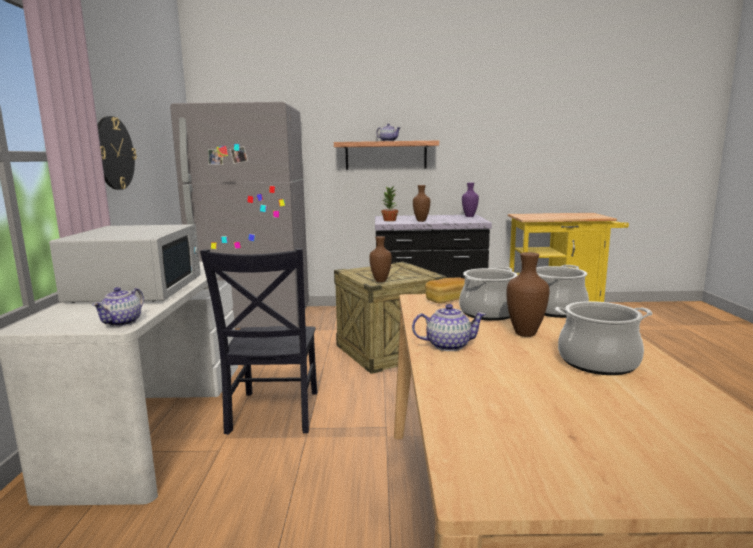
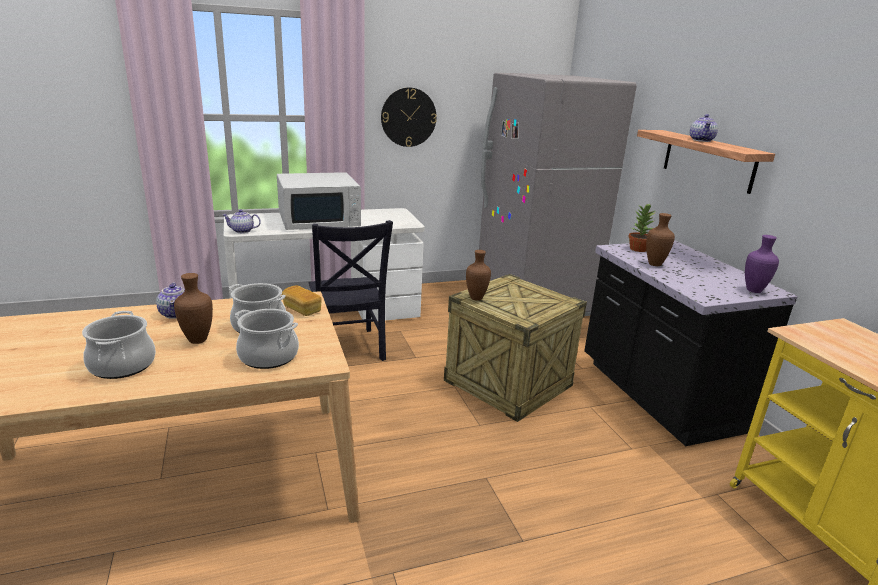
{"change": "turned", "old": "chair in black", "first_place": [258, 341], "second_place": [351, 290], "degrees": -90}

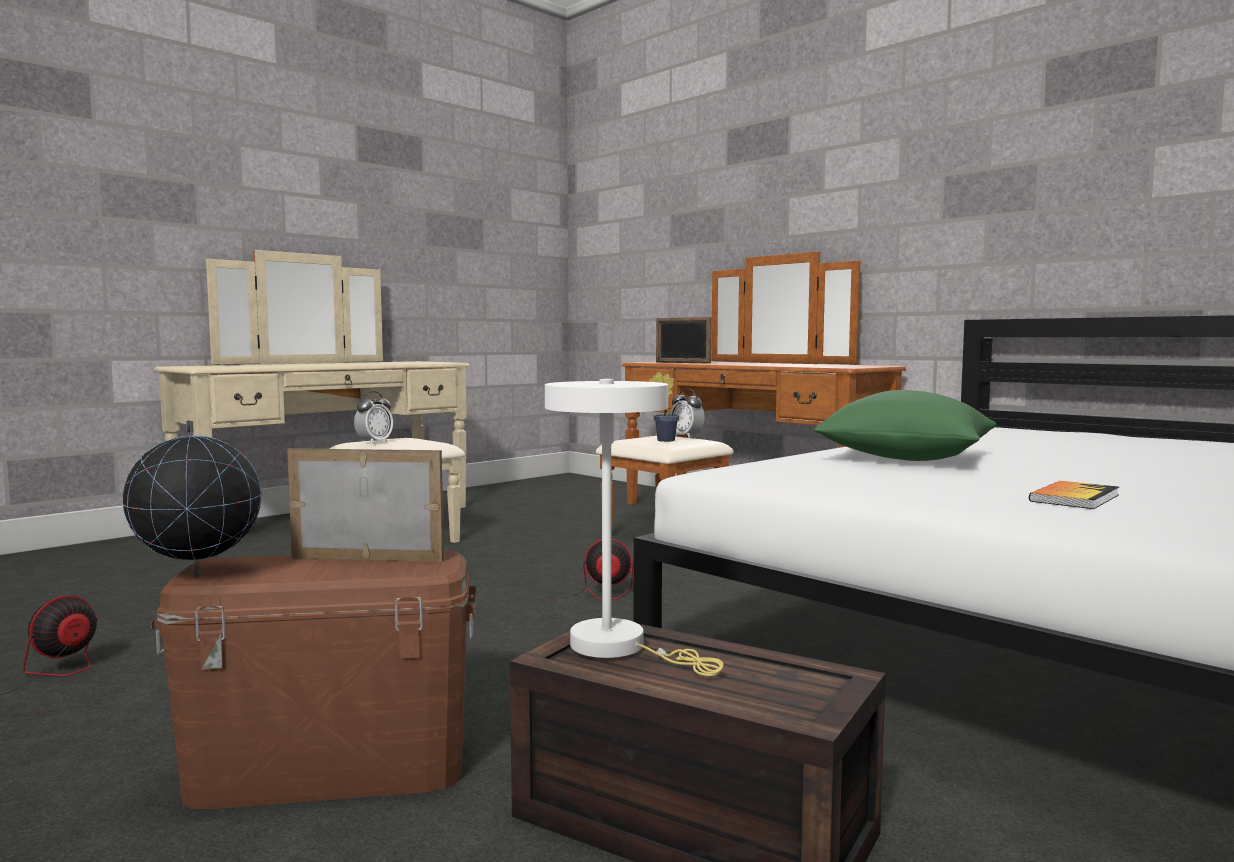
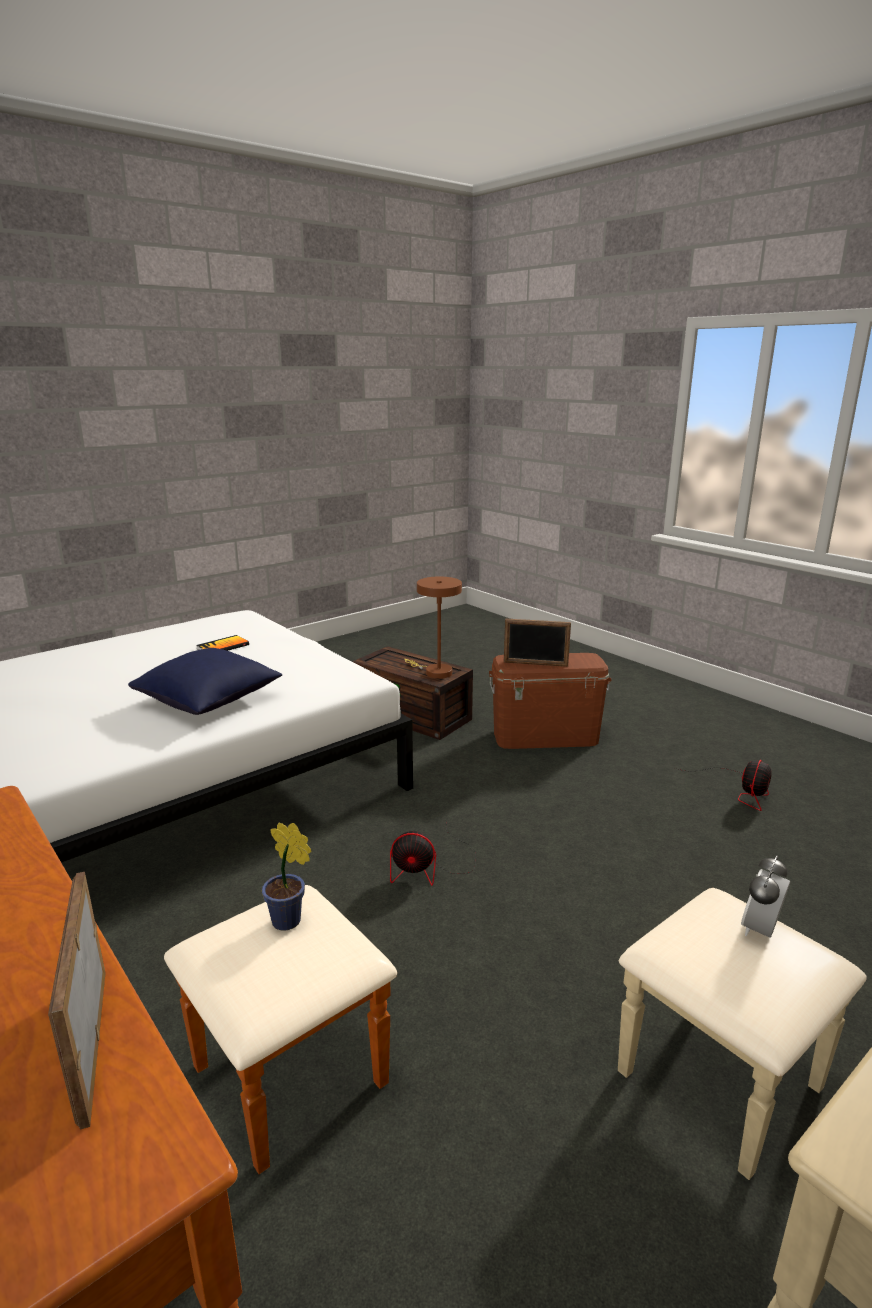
{"change": "removed", "old": "globe", "first_place": [192, 499]}
{"change": "removed", "old": "alarm clock", "first_place": [687, 413]}
{"change": "recoloured", "old": "table lamp in white", "new": "table lamp in brown", "first_place": [634, 527], "second_place": [433, 627]}
{"change": "recoloured", "old": "pillow in green", "new": "pillow in blue", "first_place": [905, 425], "second_place": [205, 681]}
{"change": "turned", "old": "picture frame", "first_place": [684, 340], "second_place": [76, 1001], "degrees": -150}

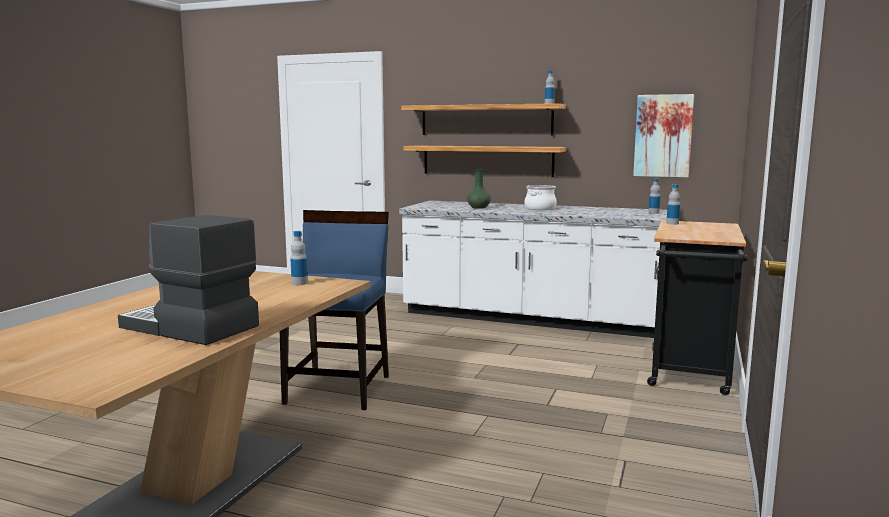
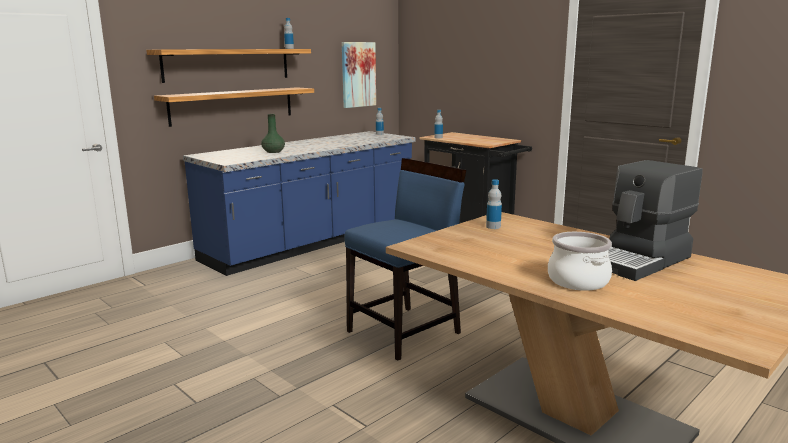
{"change": "moved", "old": "cooking pot", "first_place": [540, 197], "second_place": [580, 261]}
{"change": "recoloured", "old": "counter in white", "new": "counter in blue", "first_place": [533, 269], "second_place": [299, 203]}
{"change": "turned", "old": "chair in blue", "first_place": [334, 310], "second_place": [405, 259], "degrees": 105}

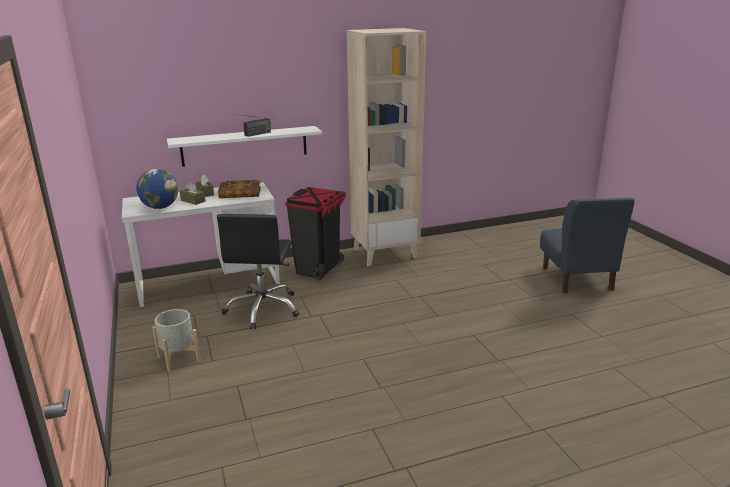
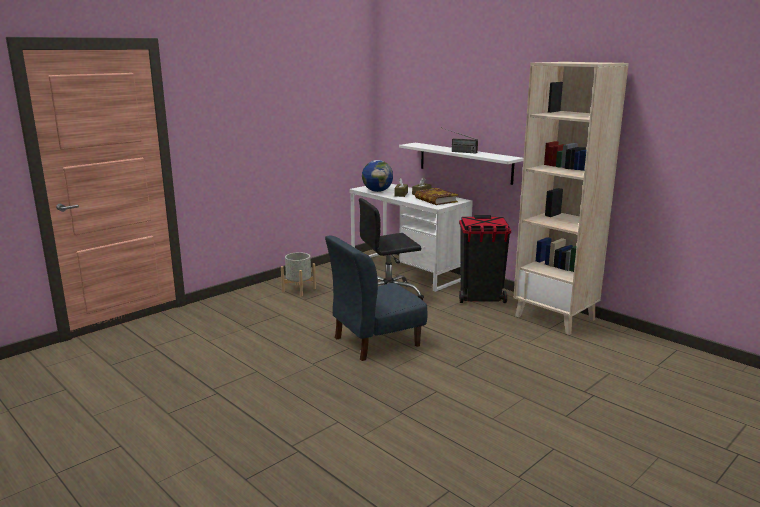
{"change": "moved", "old": "chair in blue", "first_place": [587, 245], "second_place": [376, 298]}

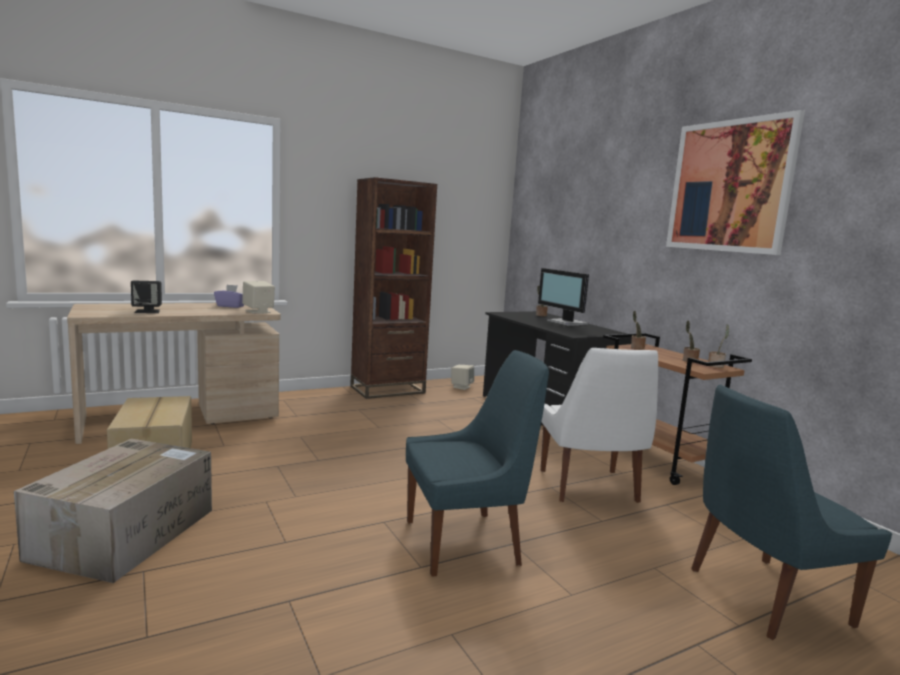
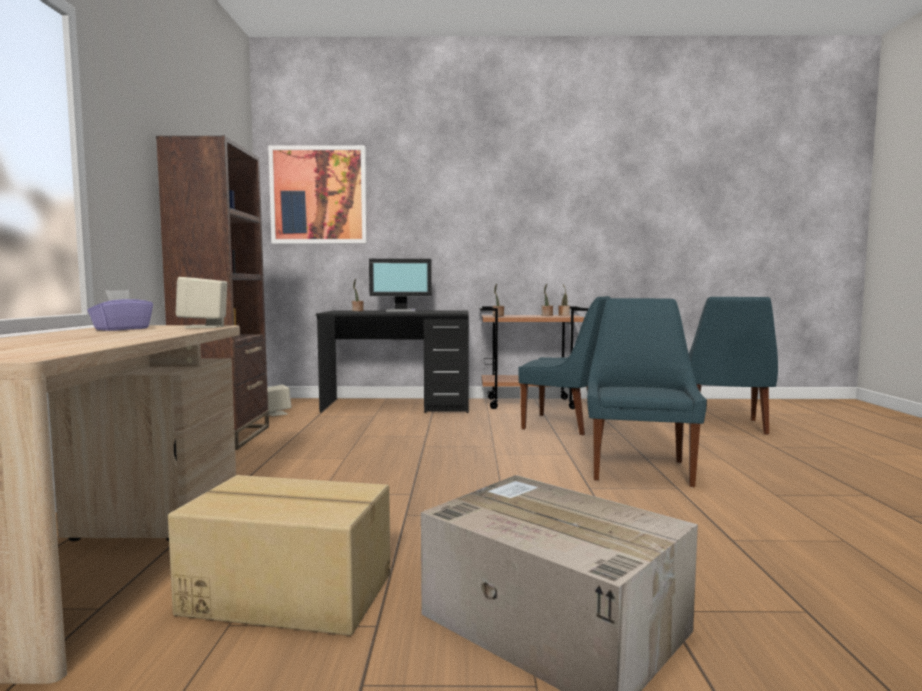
{"change": "removed", "old": "speaker in black", "first_place": [146, 297]}
{"change": "moved", "old": "picture", "first_place": [735, 182], "second_place": [317, 194]}
{"change": "recoloured", "old": "chair in white", "new": "chair in blue", "first_place": [599, 425], "second_place": [564, 366]}

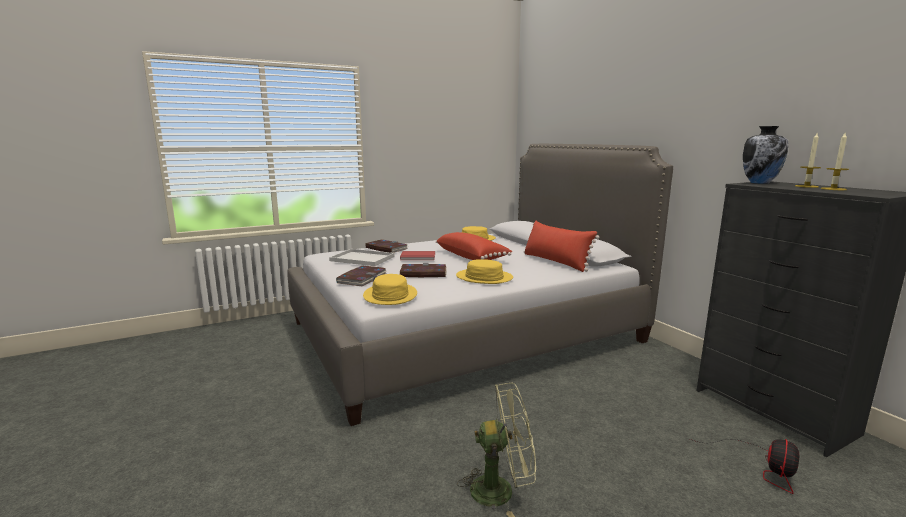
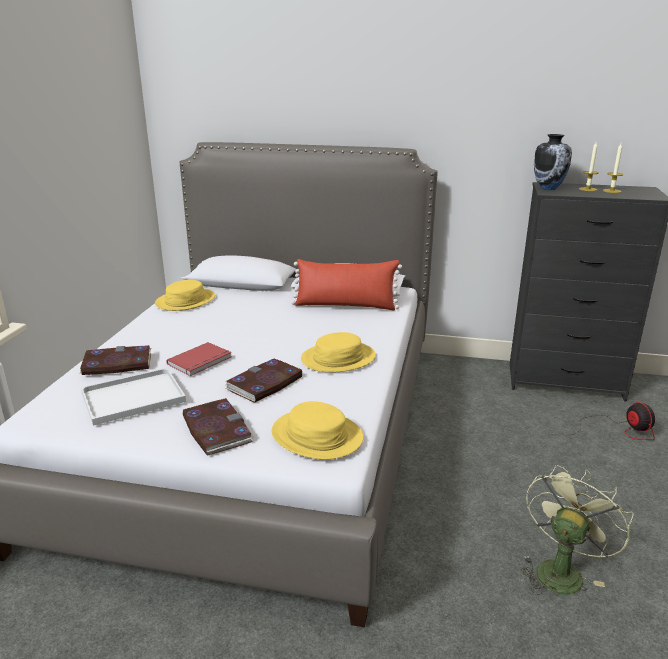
{"change": "removed", "old": "pillow in red", "first_place": [474, 246]}

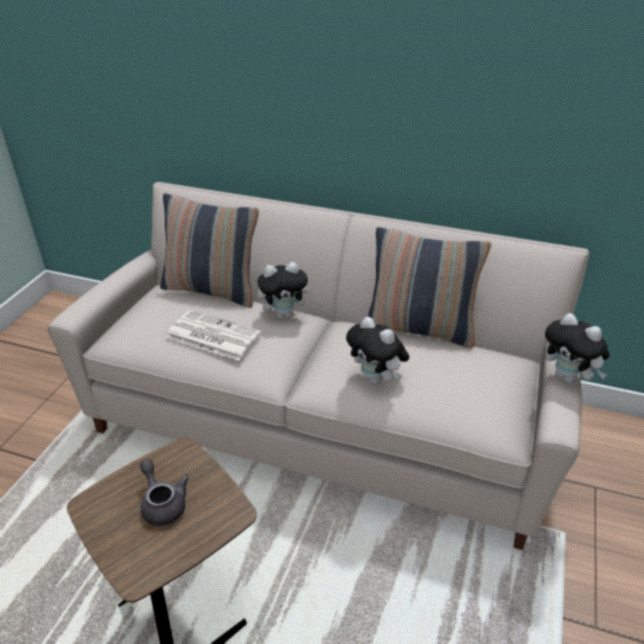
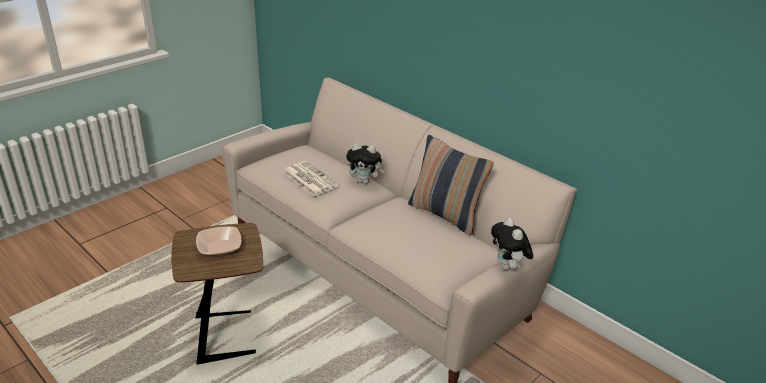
{"change": "removed", "old": "pillow", "first_place": [209, 250]}
{"change": "removed", "old": "plush toy", "first_place": [377, 351]}
{"change": "replaced", "old": "teapot in grey", "new": "bowl", "first_place": [164, 492], "second_place": [218, 241]}

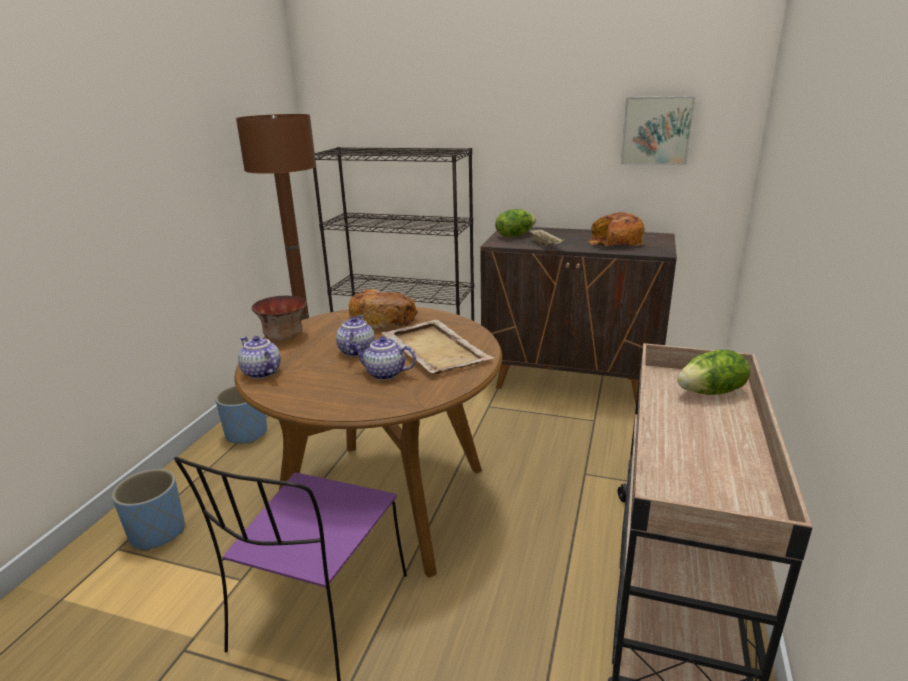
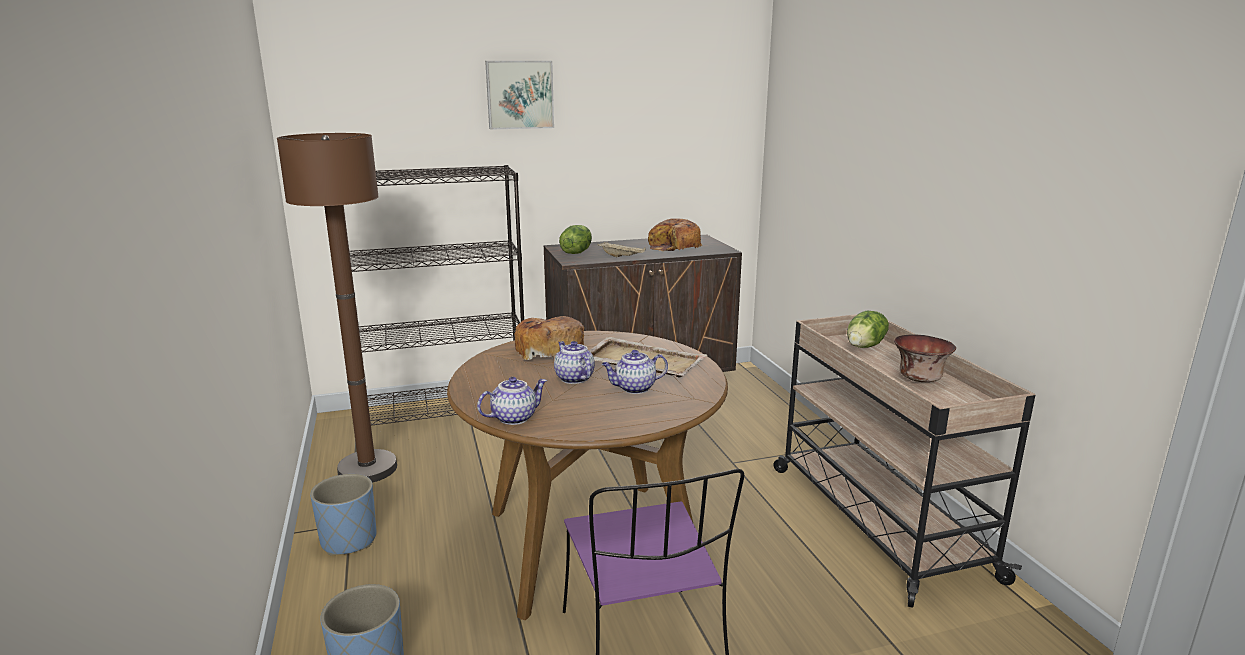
{"change": "moved", "old": "bowl", "first_place": [279, 318], "second_place": [925, 358]}
{"change": "moved", "old": "picture", "first_place": [658, 130], "second_place": [519, 95]}
{"change": "turned", "old": "teapot", "first_place": [259, 357], "second_place": [512, 401], "degrees": 135}

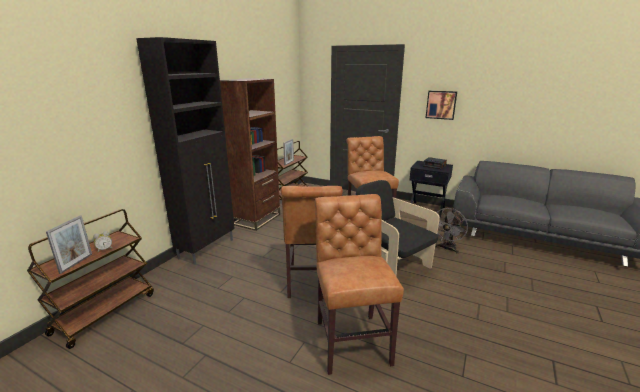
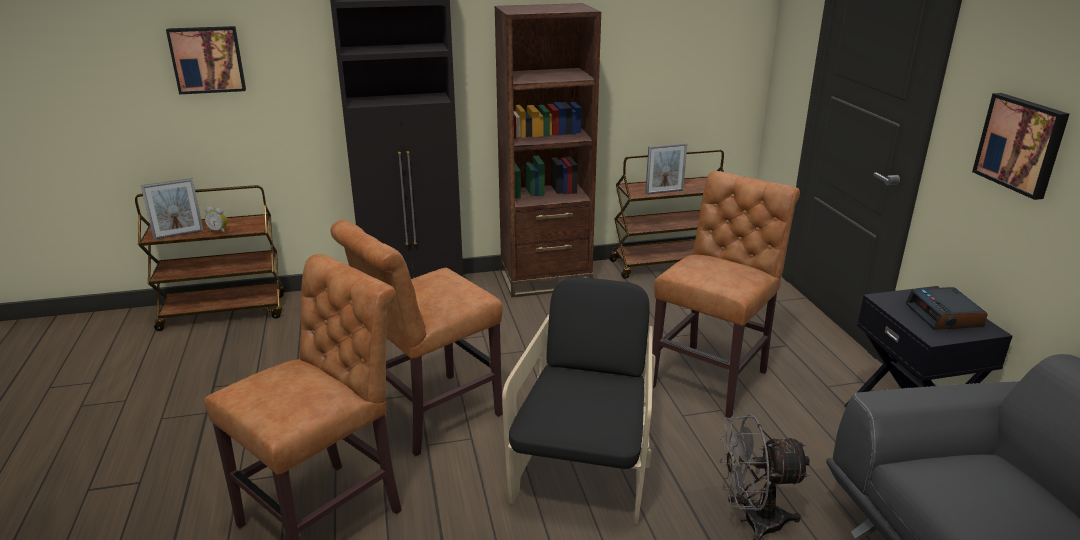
{"change": "added", "new": "picture", "second_place": [206, 60]}

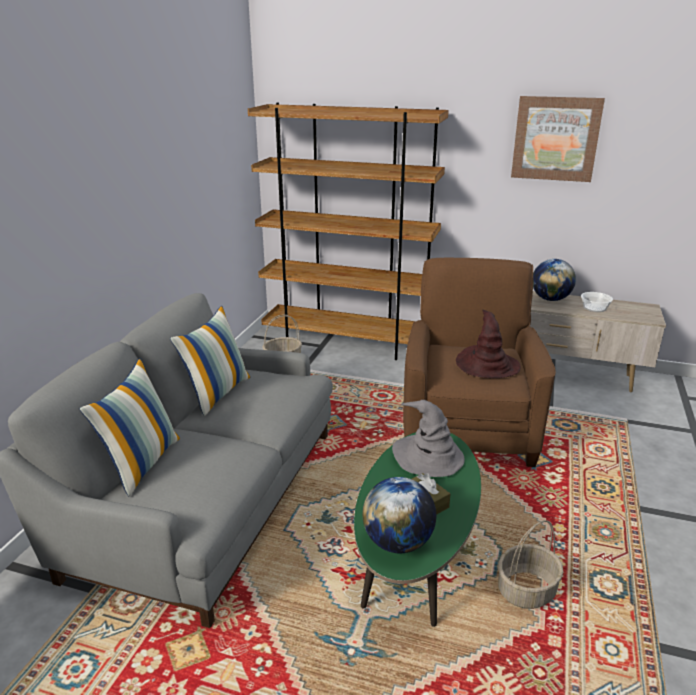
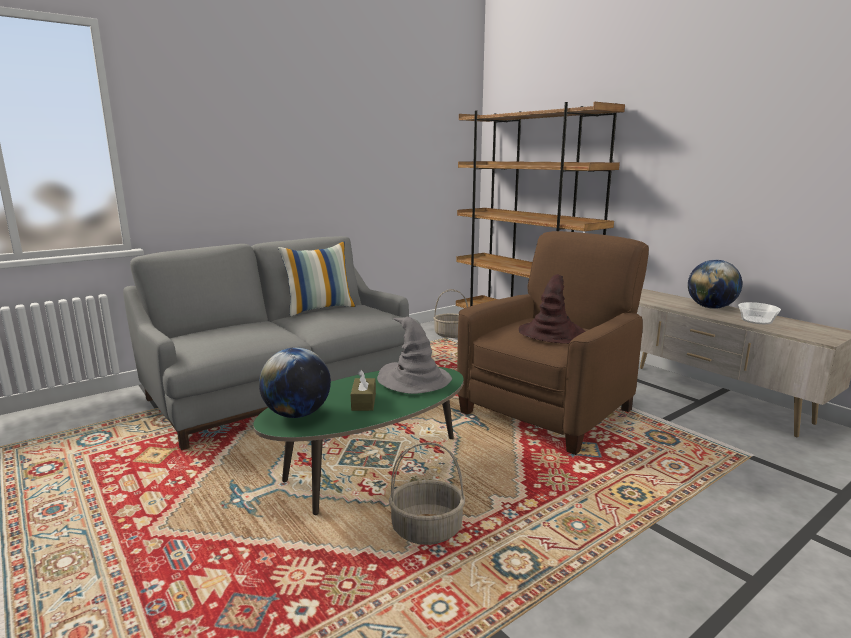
{"change": "removed", "old": "pillow", "first_place": [129, 427]}
{"change": "removed", "old": "picture", "first_place": [558, 139]}

